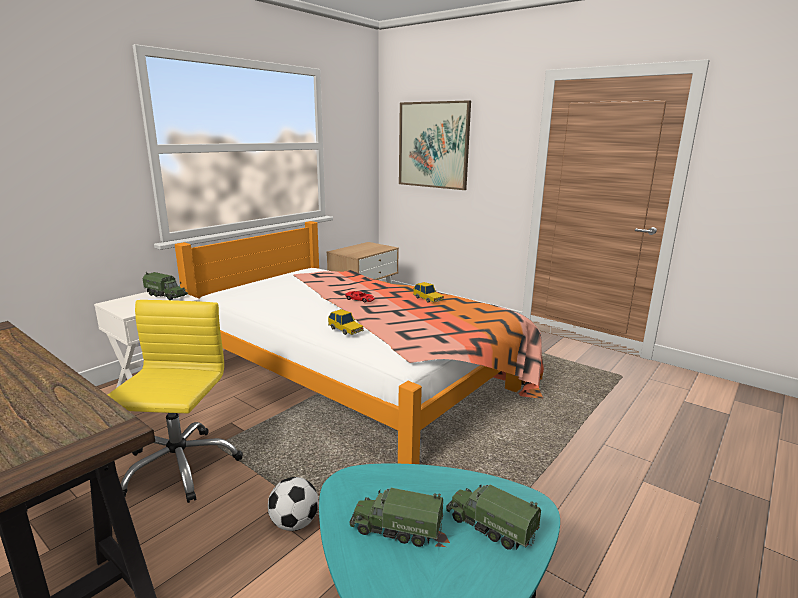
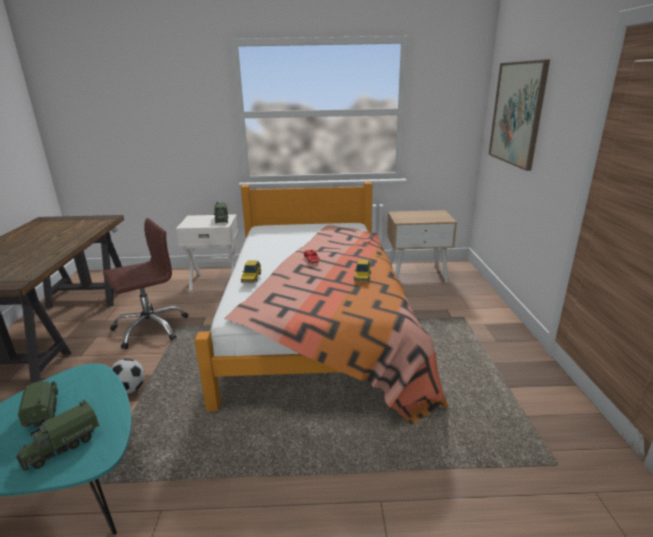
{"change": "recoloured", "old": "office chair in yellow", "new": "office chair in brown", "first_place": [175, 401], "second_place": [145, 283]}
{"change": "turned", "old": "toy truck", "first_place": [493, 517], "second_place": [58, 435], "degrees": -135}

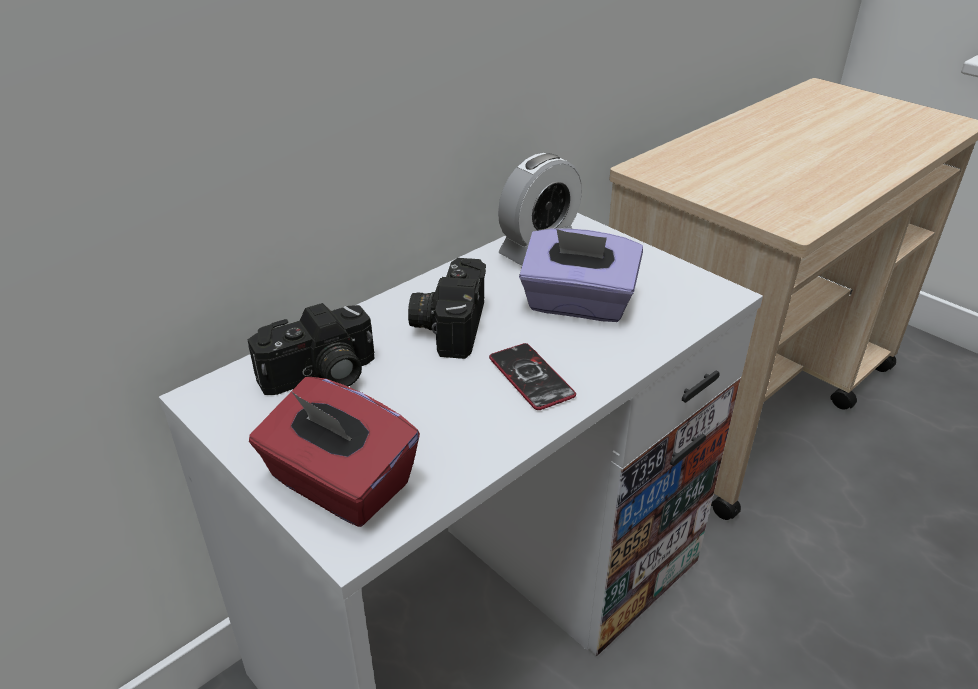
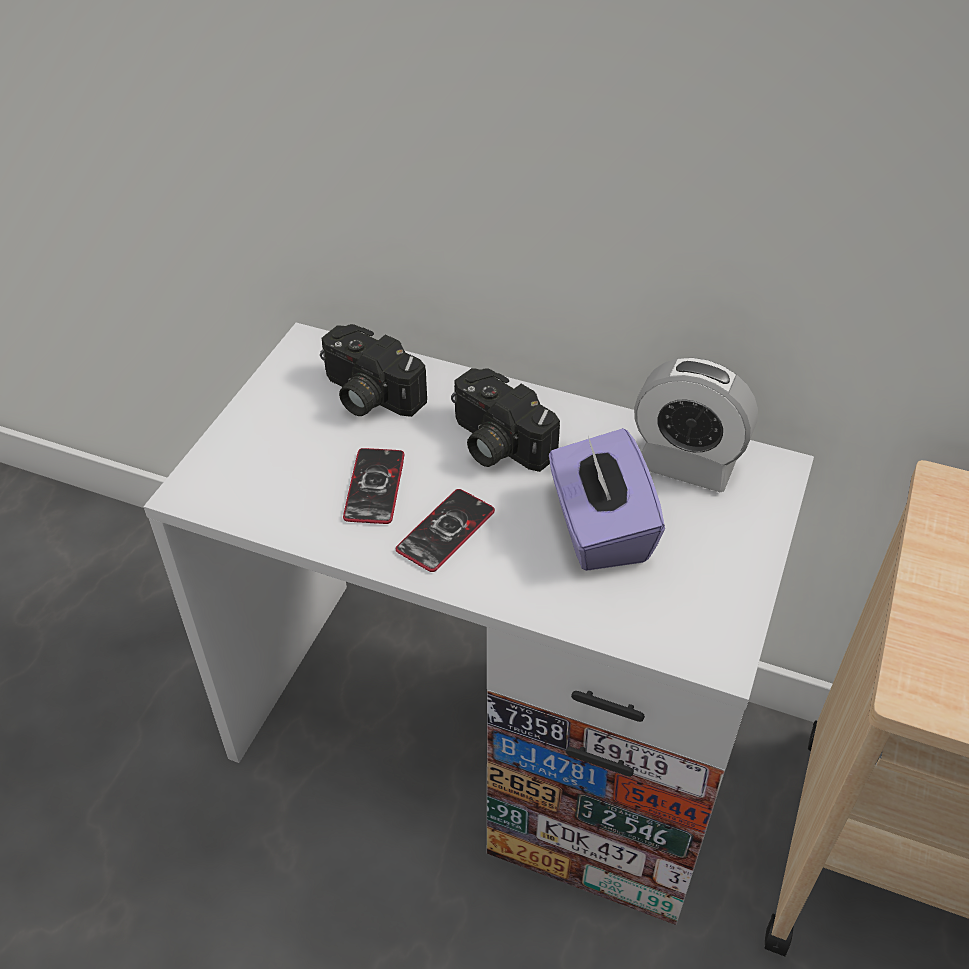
{"change": "removed", "old": "tissue box in red", "first_place": [334, 452]}
{"change": "added", "new": "phone", "second_place": [373, 486]}
{"change": "turned", "old": "photo camera", "first_place": [447, 308], "second_place": [505, 420], "degrees": -120}

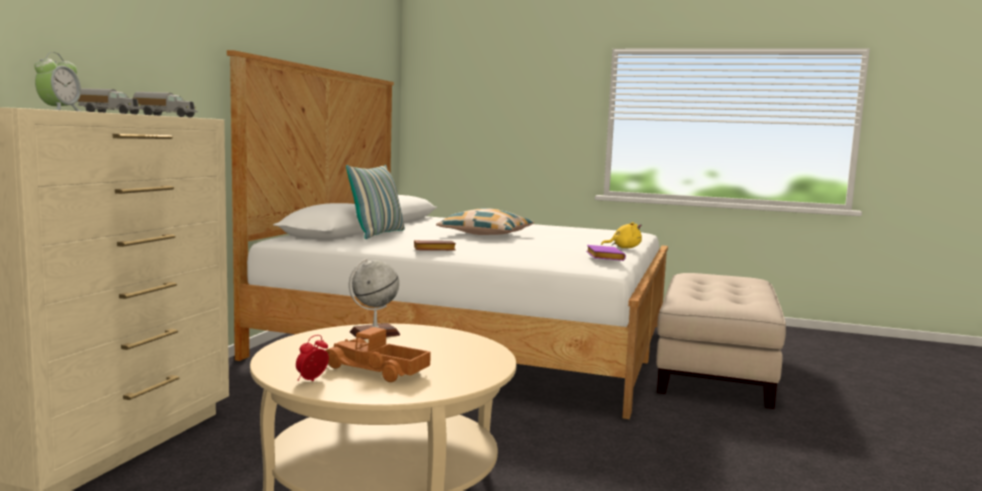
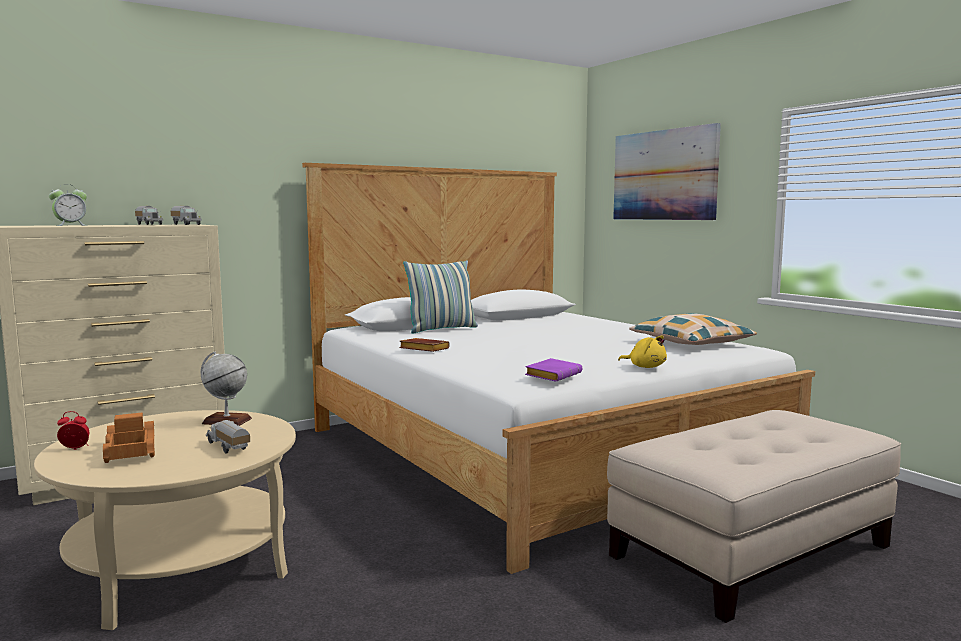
{"change": "added", "new": "toy truck", "second_place": [228, 436]}
{"change": "added", "new": "picture", "second_place": [667, 171]}
{"change": "moved", "old": "pillow", "first_place": [485, 221], "second_place": [693, 329]}

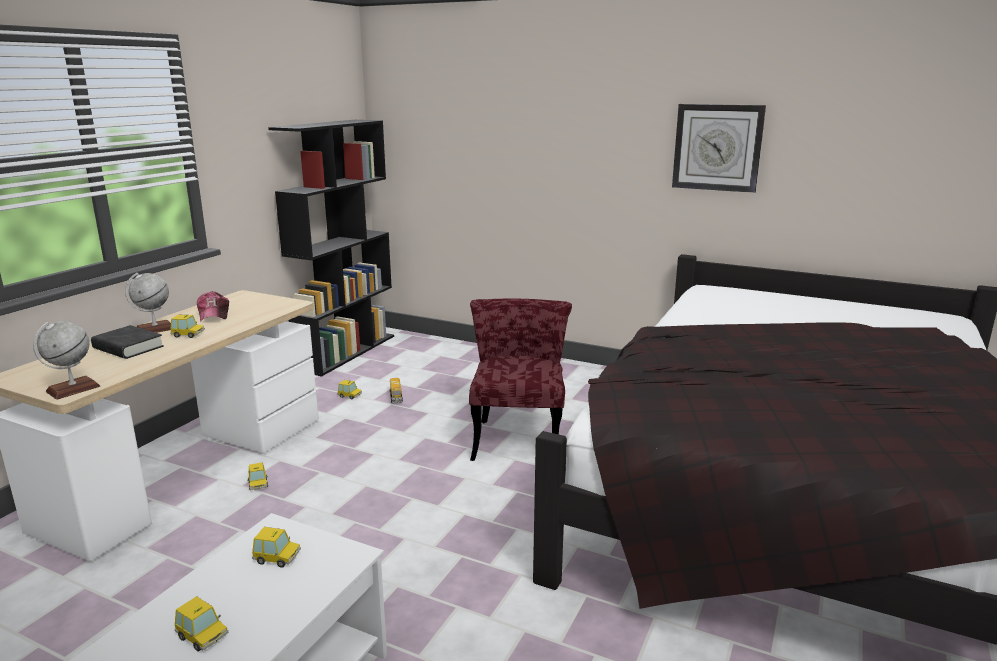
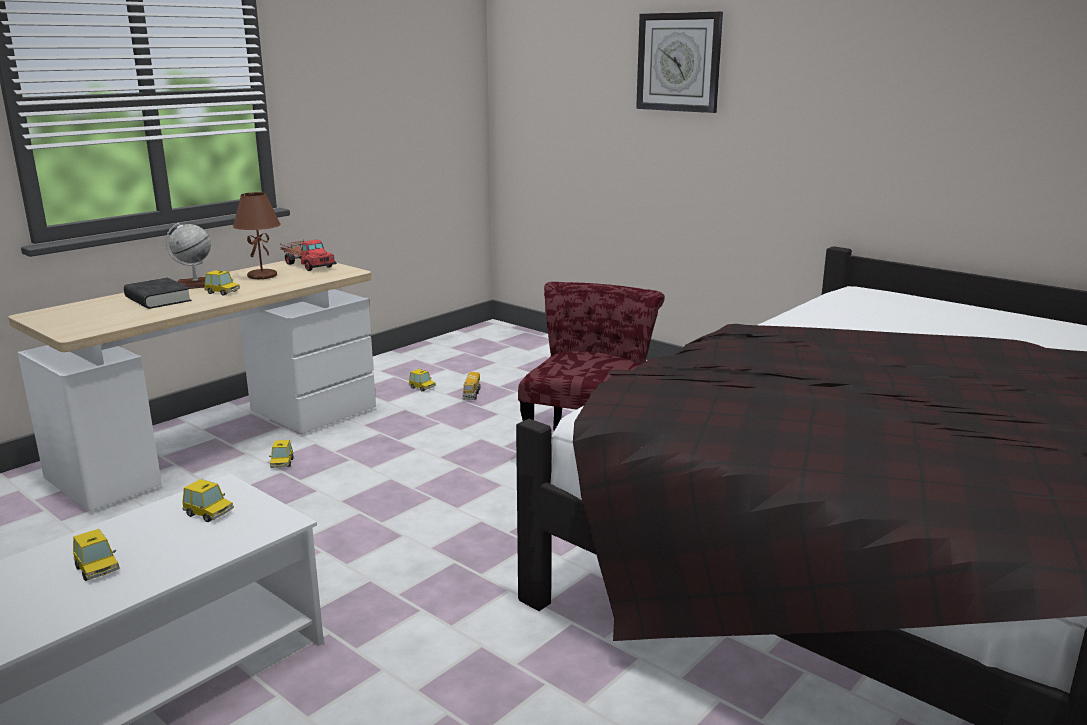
{"change": "removed", "old": "globe", "first_place": [66, 360]}
{"change": "removed", "old": "bookcase in black", "first_place": [331, 248]}
{"change": "added", "new": "toy truck", "second_place": [308, 255]}
{"change": "moved", "old": "wall clock", "first_place": [719, 148], "second_place": [679, 62]}
{"change": "replaced", "old": "cap", "new": "table lamp in brown", "first_place": [213, 306], "second_place": [257, 235]}

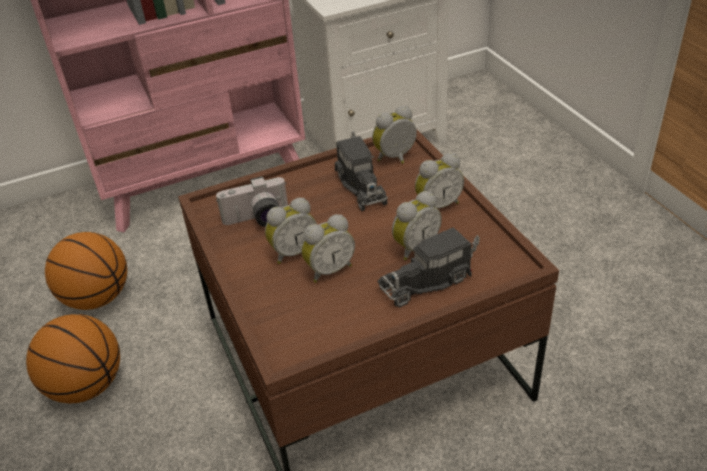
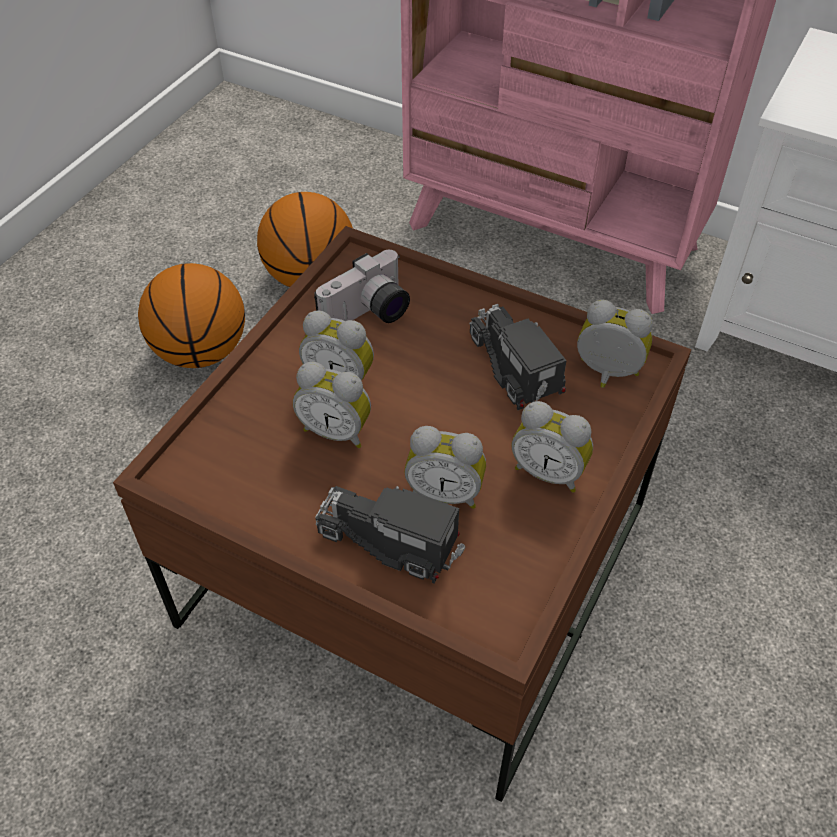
{"change": "turned", "old": "photo camera", "first_place": [252, 201], "second_place": [362, 286], "degrees": -75}
{"change": "turned", "old": "toy truck", "first_place": [361, 171], "second_place": [517, 357], "degrees": 120}

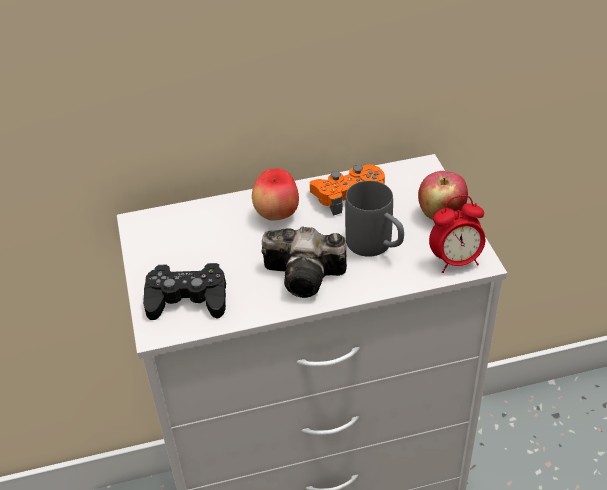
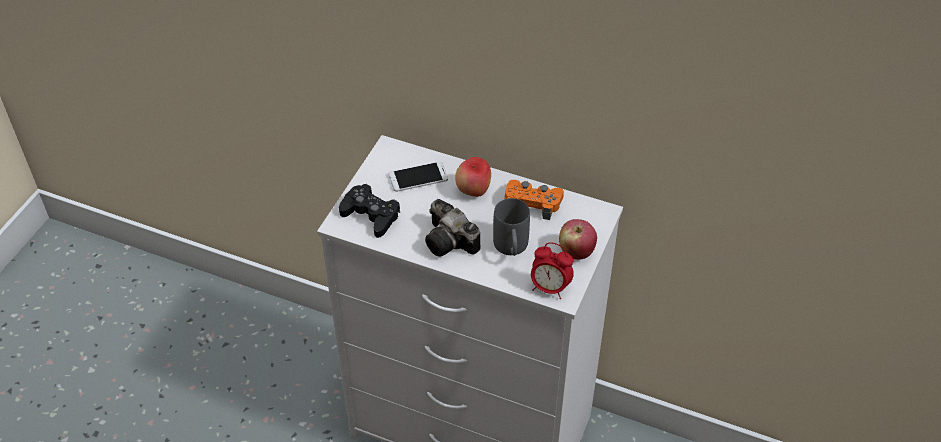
{"change": "added", "new": "phone", "second_place": [418, 176]}

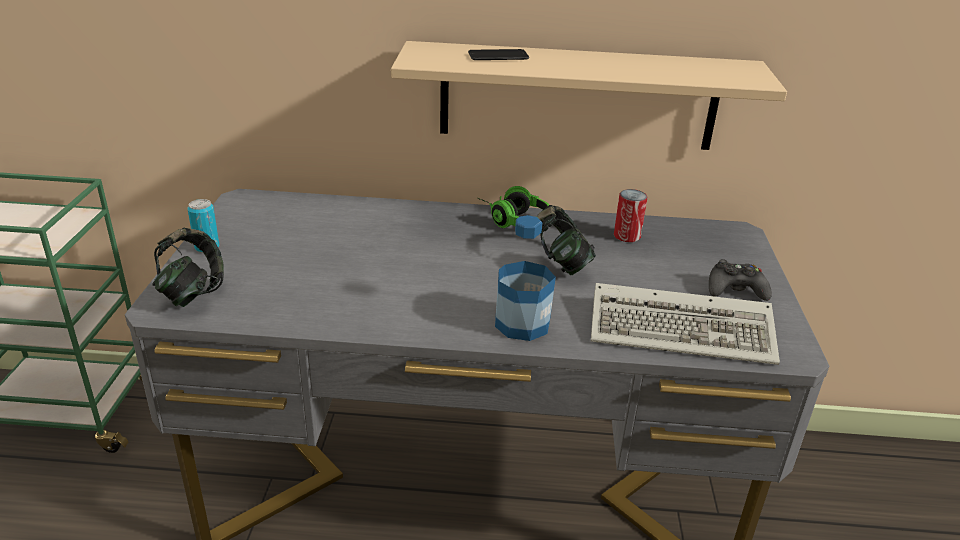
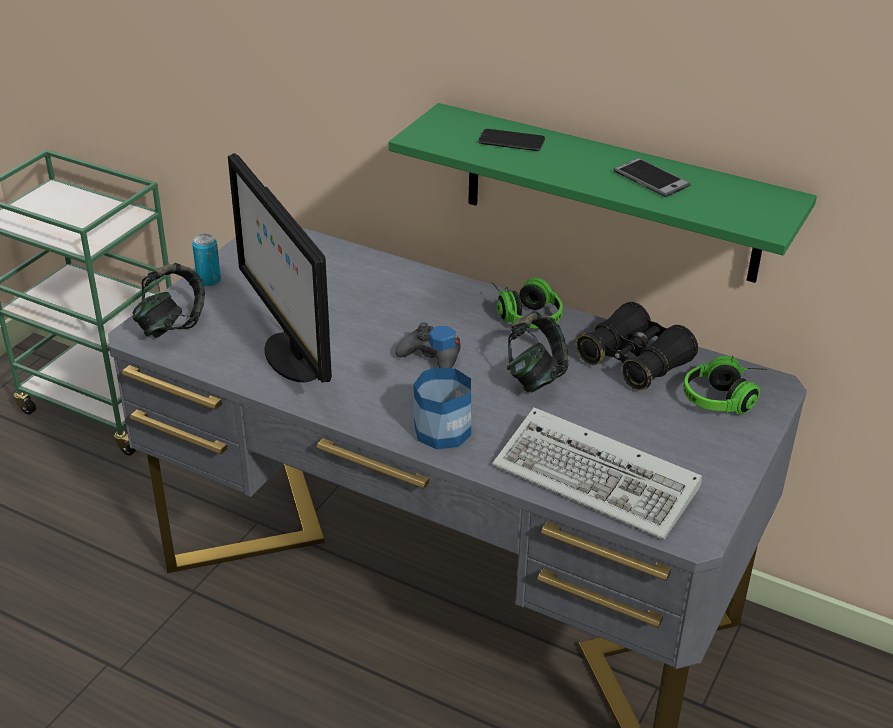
{"change": "added", "new": "monitor", "second_place": [280, 268]}
{"change": "added", "new": "phone", "second_place": [652, 177]}
{"change": "added", "new": "headphones", "second_place": [725, 385]}
{"change": "moved", "old": "game controller in black", "first_place": [740, 280], "second_place": [428, 345]}
{"change": "replaced", "old": "can", "new": "binoculars in black", "first_place": [630, 215], "second_place": [636, 346]}
{"change": "recoloured", "old": "shelf in beige", "new": "shelf in green", "first_place": [589, 95], "second_place": [603, 193]}

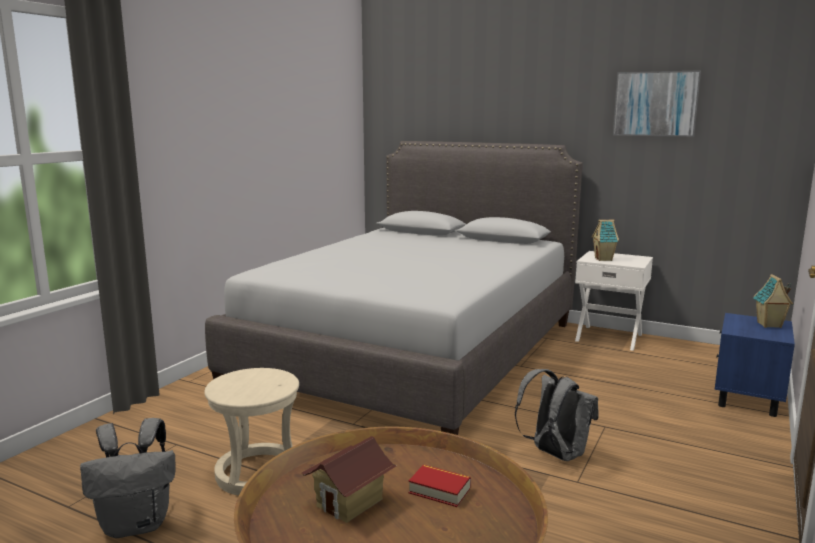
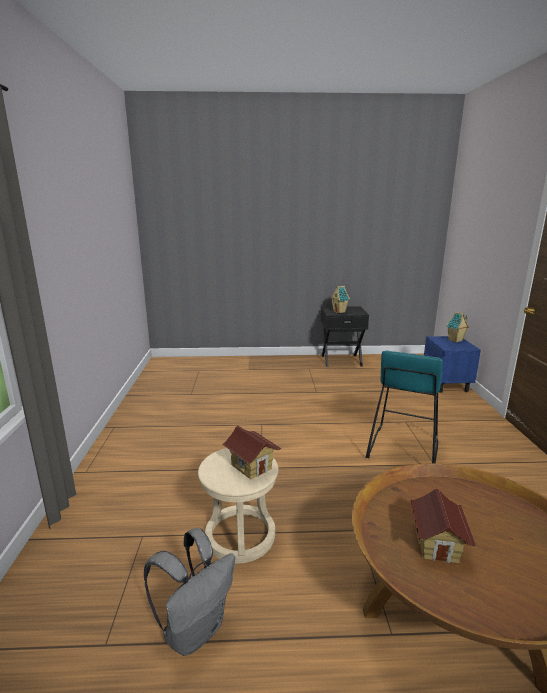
{"change": "removed", "old": "bed in grey", "first_place": [394, 288]}
{"change": "removed", "old": "book", "first_place": [440, 486]}
{"change": "removed", "old": "picture", "first_place": [657, 103]}
{"change": "added", "new": "toy house", "second_place": [251, 453]}
{"change": "replaced", "old": "backpack in grey", "new": "stool in turquoise", "first_place": [556, 415], "second_place": [404, 407]}
{"change": "recoloured", "old": "nightstand in white", "new": "nightstand in black", "first_place": [614, 301], "second_place": [345, 336]}

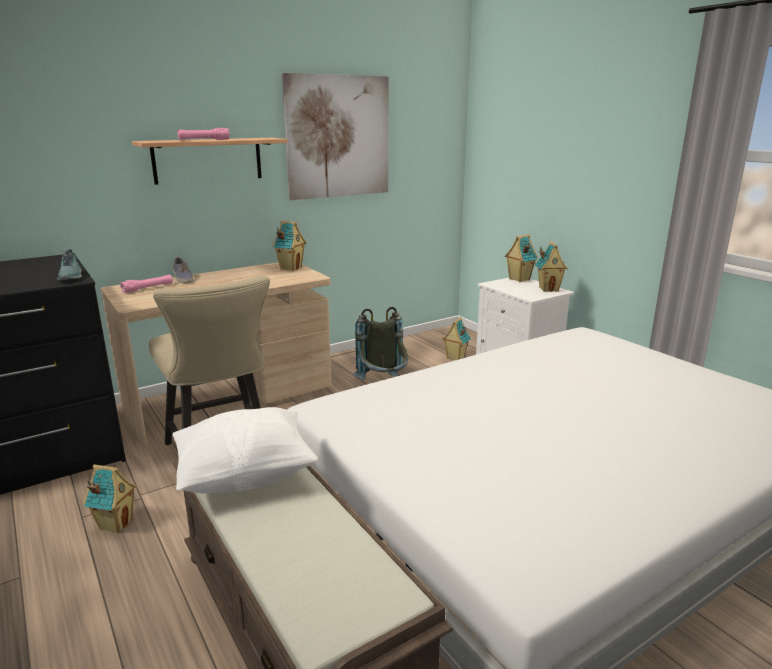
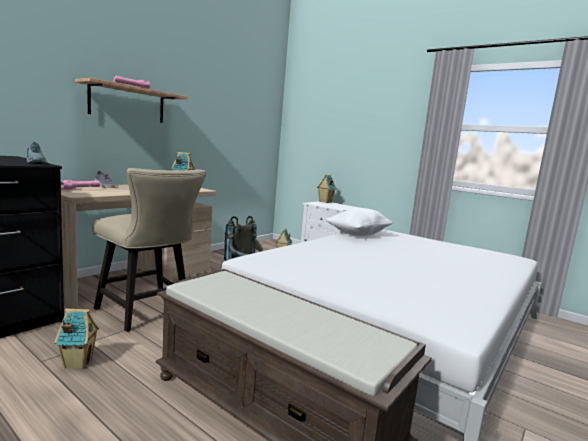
{"change": "removed", "old": "picture", "first_place": [335, 136]}
{"change": "removed", "old": "toy house", "first_place": [551, 266]}
{"change": "moved", "old": "pillow in white", "first_place": [245, 450], "second_place": [359, 222]}

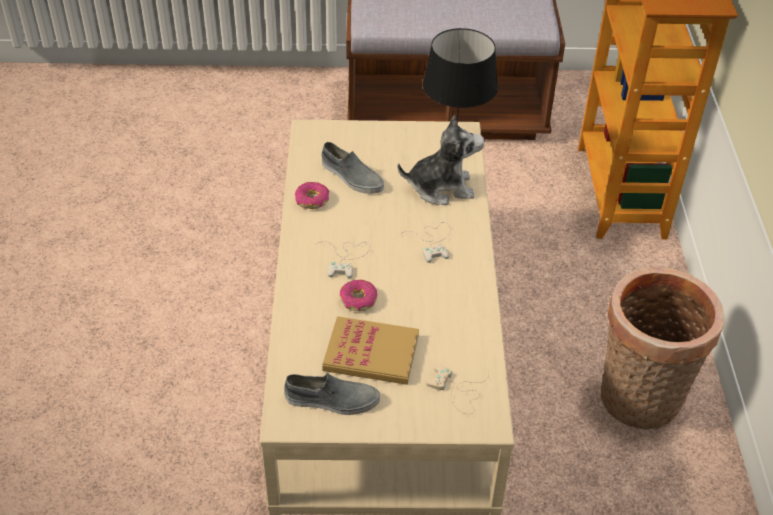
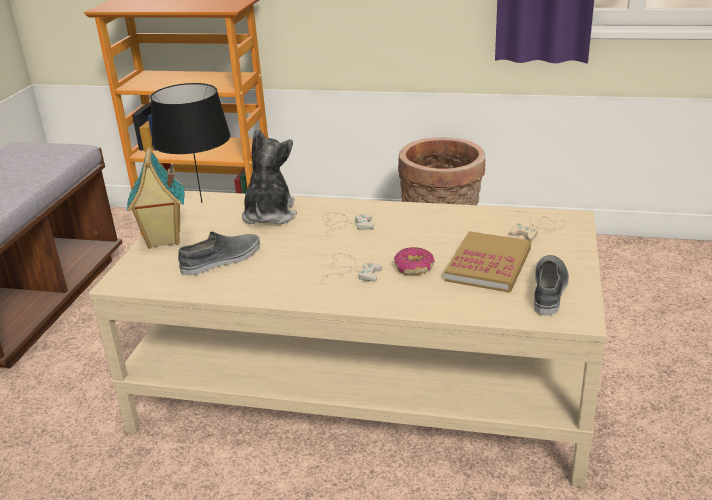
{"change": "removed", "old": "donut", "first_place": [312, 195]}
{"change": "added", "new": "toy house", "second_place": [156, 198]}

